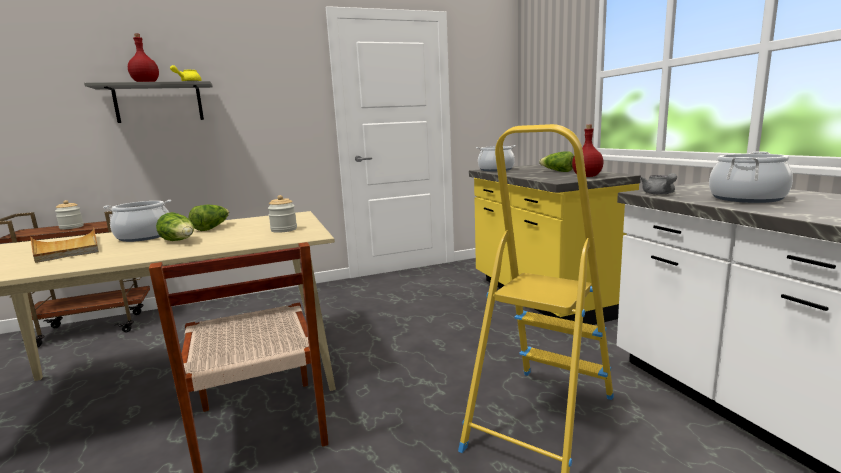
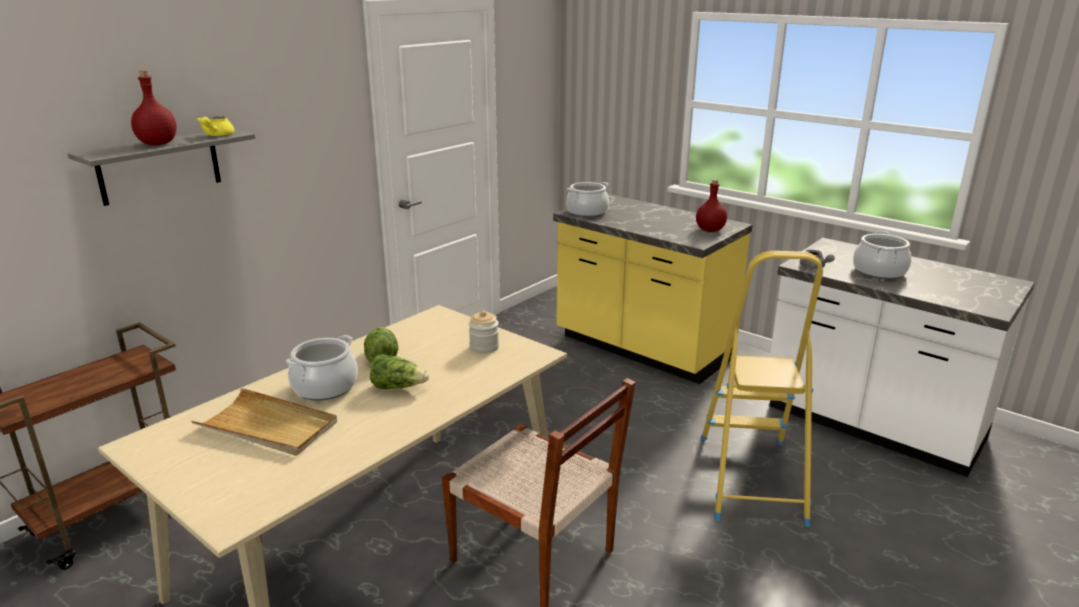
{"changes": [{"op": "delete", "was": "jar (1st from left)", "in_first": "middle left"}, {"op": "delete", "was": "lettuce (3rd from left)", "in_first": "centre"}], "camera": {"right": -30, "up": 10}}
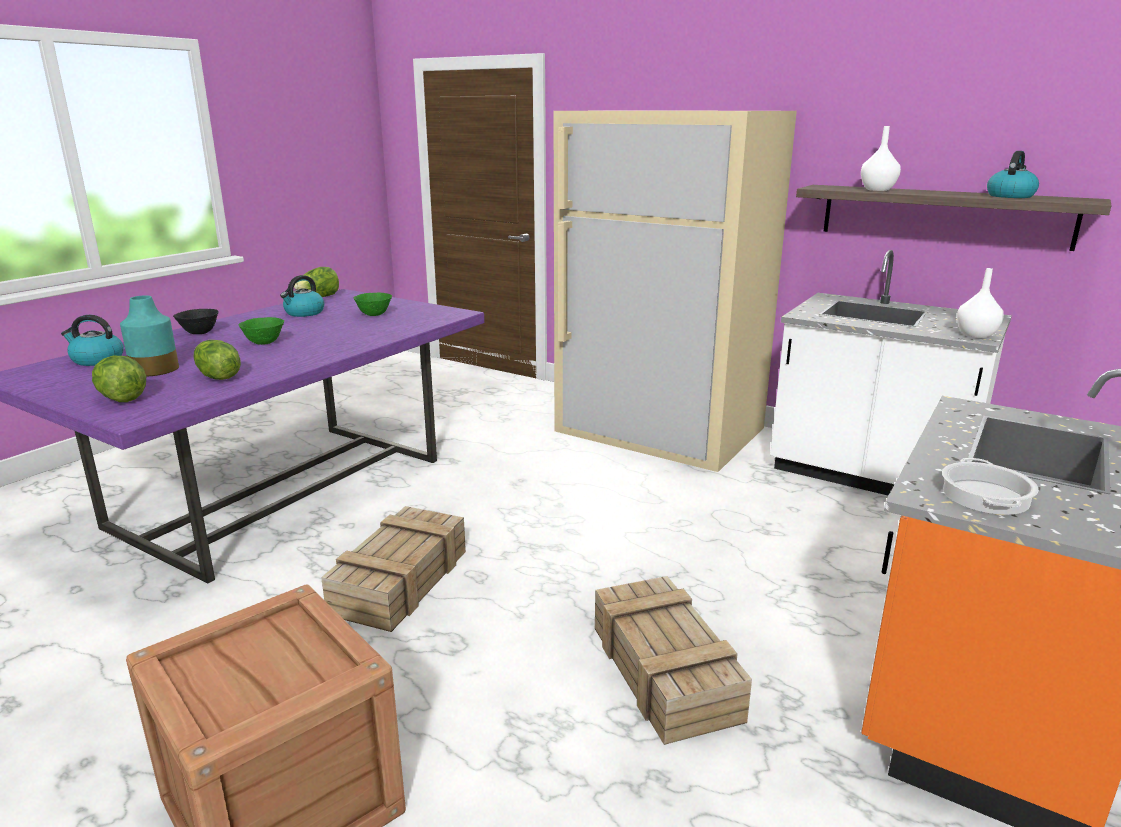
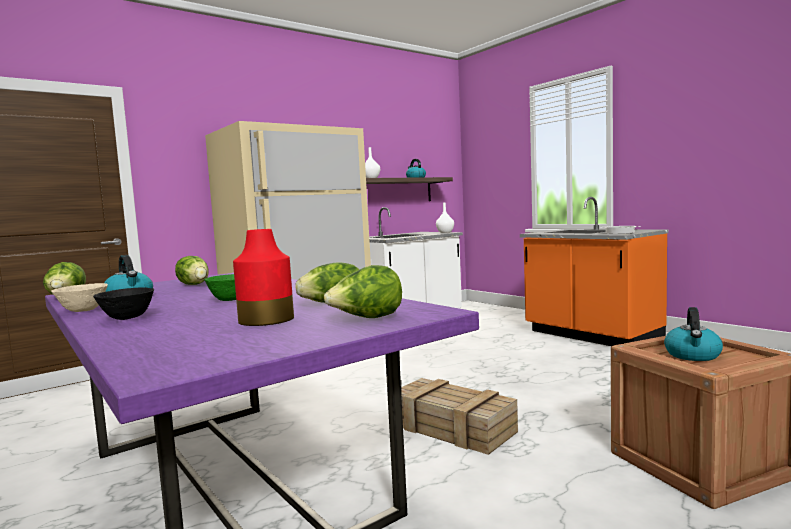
{"changes": [{"op": "delete", "was": "crate (3rd from left)", "in_first": "bottom centre"}, {"op": "insert", "now": "bowl (beige)", "in_second": "middle left"}, {"op": "move", "was": "kettle (1st from left in the first image)", "now": "kettle (3rd from left)", "in_first": "middle left", "in_second": "middle right"}, {"op": "replace", "was": "bowl (green) (2nd from left)", "now": "lettuce (2nd from left)", "in_first": "middle left", "in_second": "middle left"}, {"op": "recolor", "was": "vase (turquoise)", "now": "vase (red)", "in_first": "middle left", "in_second": "middle left"}], "camera": {"right": -70, "up": -15}}
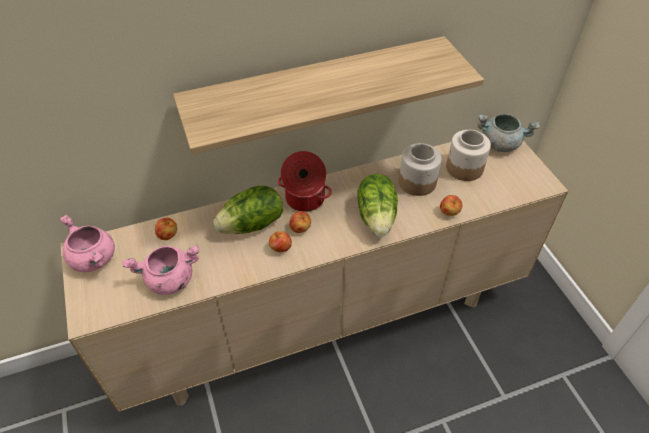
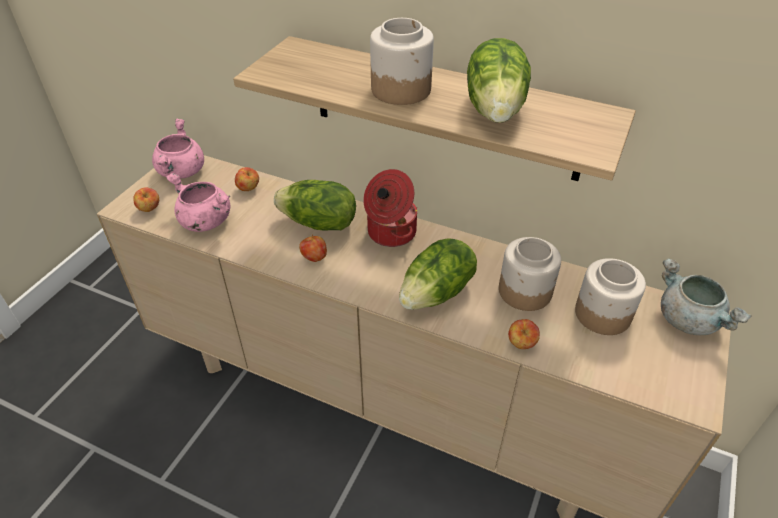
{"changes": [{"op": "insert", "now": "jar (1st from left)", "in_second": "top centre"}, {"op": "insert", "now": "lettuce (3rd from left)", "in_second": "top centre"}, {"op": "move", "was": "apple (3rd from left in the first image)", "now": "apple (1st from left)", "in_first": "centre", "in_second": "middle left"}], "camera": {"right": 45, "up": -5}}
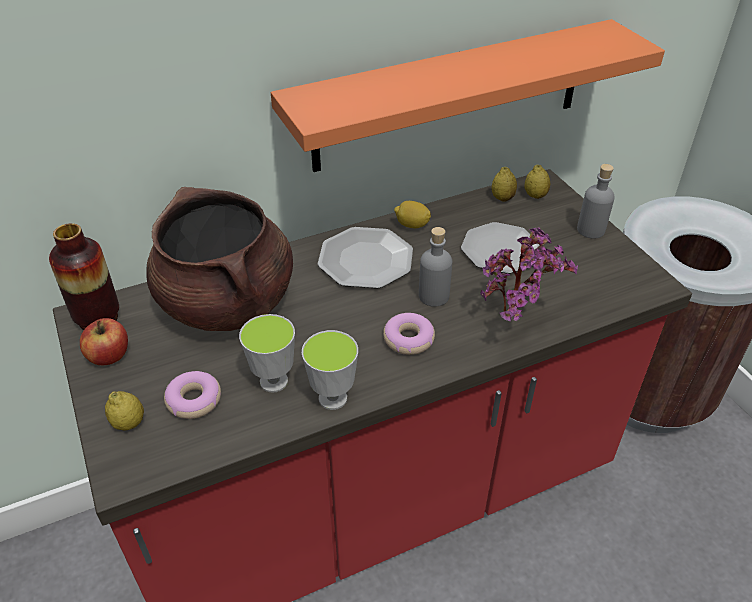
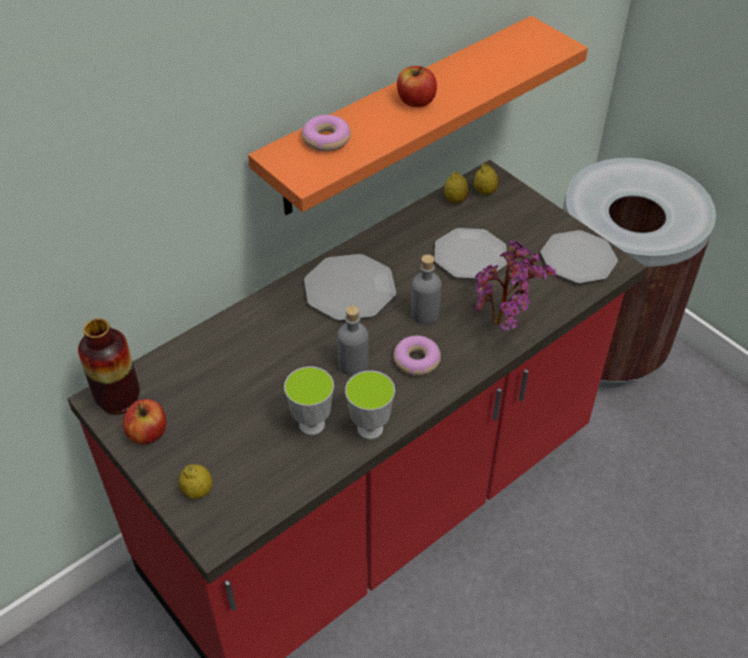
{"changes": [{"op": "delete", "was": "cooking pot (brown)", "in_first": "middle left"}, {"op": "delete", "was": "lemon (2nd from left)", "in_first": "centre"}, {"op": "insert", "now": "apple (2nd from left)", "in_second": "top centre"}, {"op": "insert", "now": "plate (3rd from left)", "in_second": "middle right"}, {"op": "move", "was": "donut (1st from left)", "in_first": "middle left", "in_second": "top centre"}, {"op": "move", "was": "bottle (grey) (2nd from left in the first image)", "now": "bottle (grey) (1st from left)", "in_first": "middle right", "in_second": "centre"}], "camera": {"right": -15, "up": 5}}
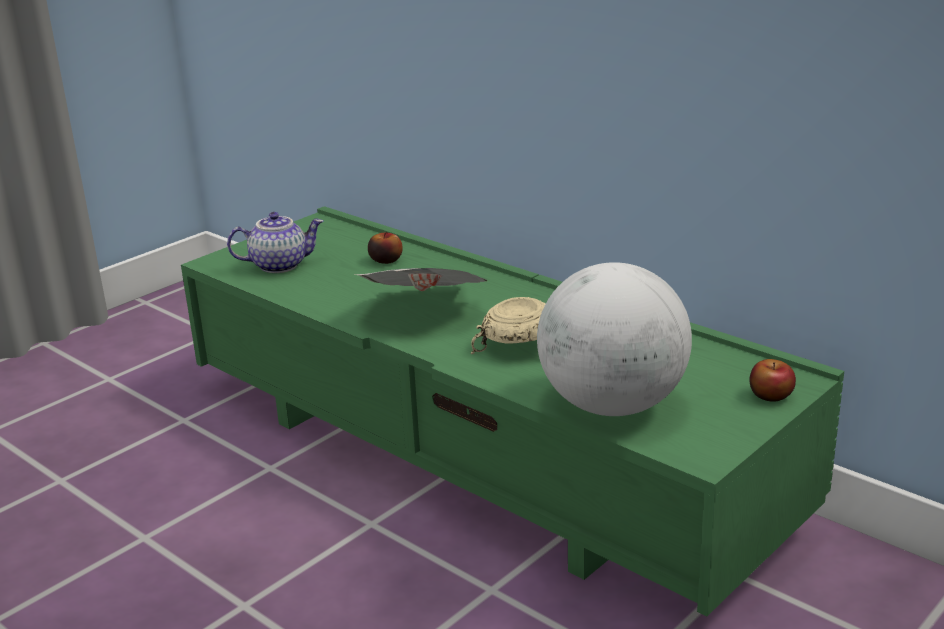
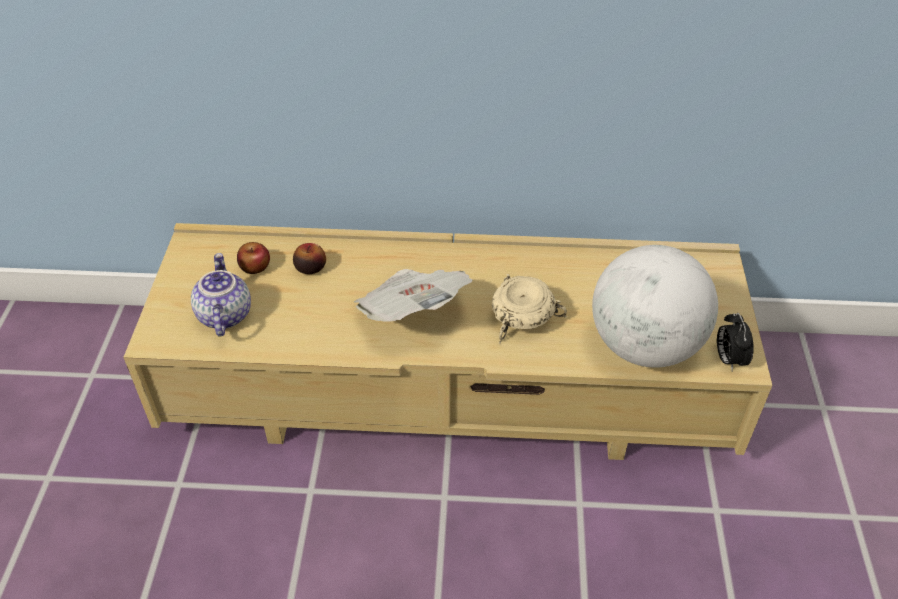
{"changes": [{"op": "insert", "now": "alarm clock", "in_second": "middle right"}, {"op": "move", "was": "apple (2nd from left in the first image)", "now": "apple (1st from left)", "in_first": "middle right", "in_second": "middle left"}, {"op": "recolor", "was": "tv stand (green)", "now": "tv stand (beige)", "in_first": "centre", "in_second": "centre"}, {"op": "rotate", "was": "teapot", "in_first": "middle left", "in_second": "middle left", "clockwise": -45}], "camera": {"right": -40, "up": 20}}
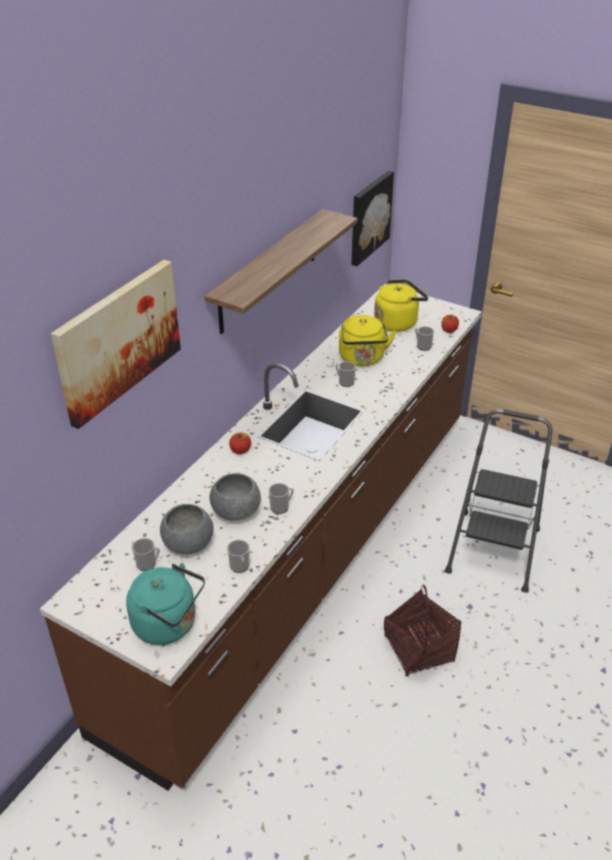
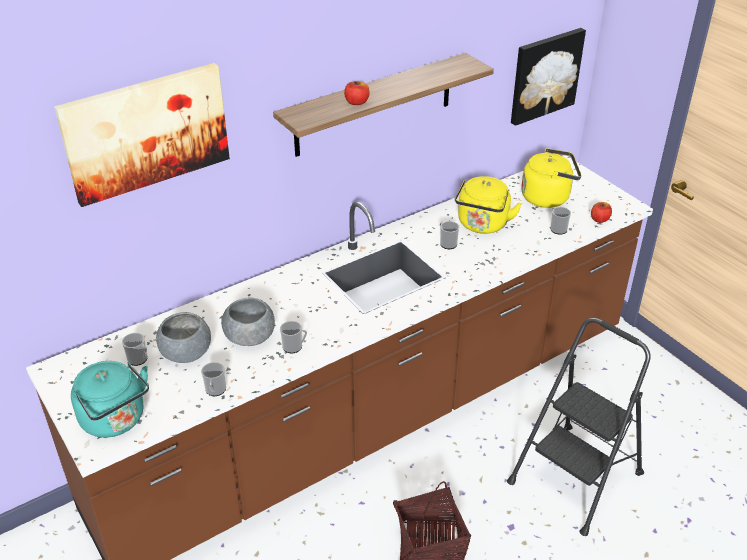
{"changes": [{"op": "move", "was": "apple (1st from left)", "in_first": "centre", "in_second": "top centre"}], "camera": {"right": 25, "up": 0}}
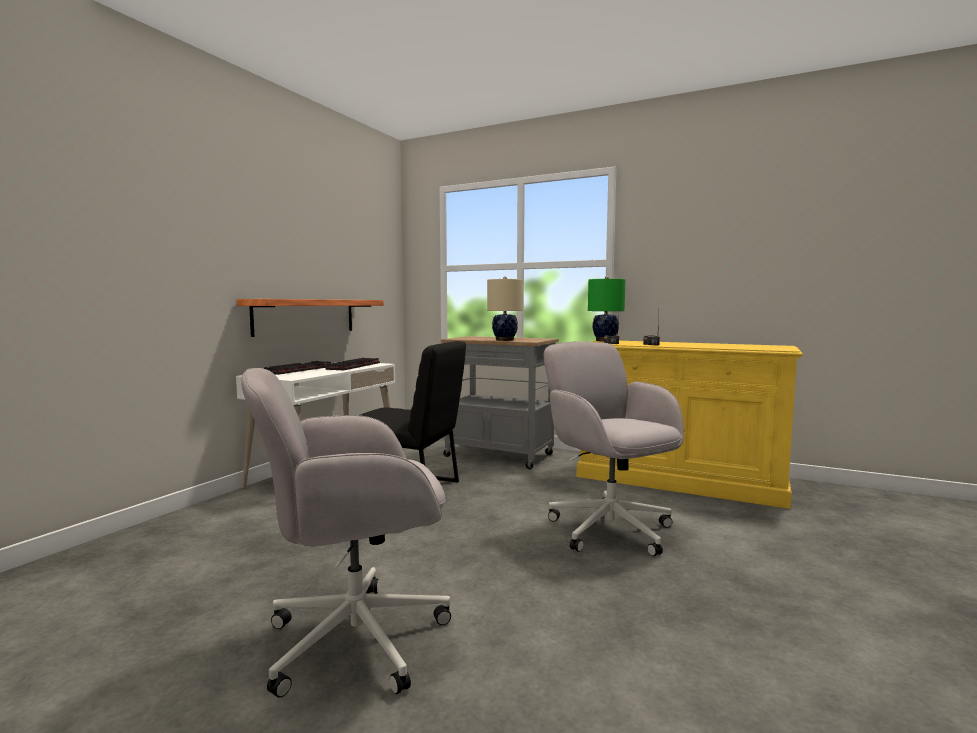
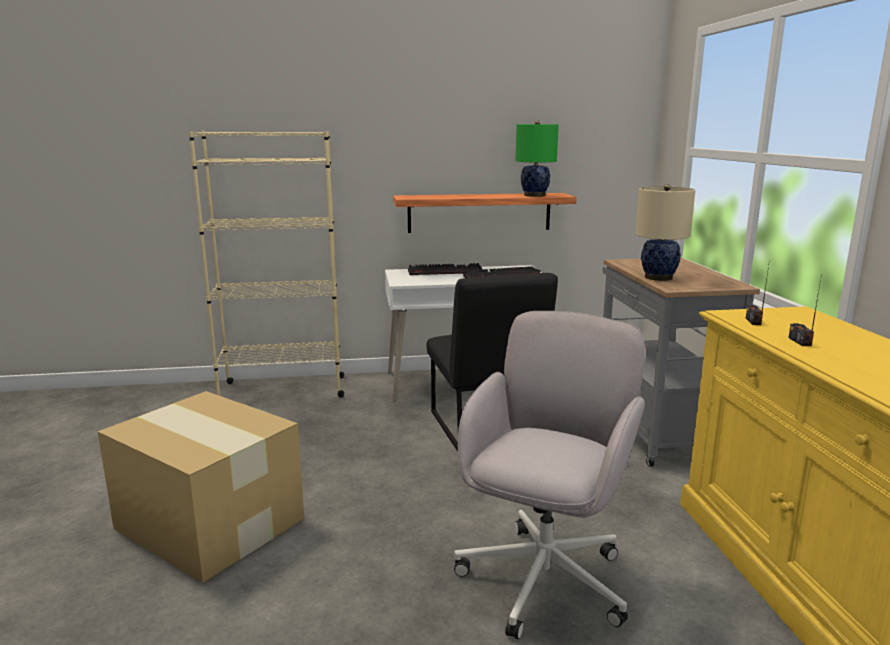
{"changes": [{"op": "insert", "now": "bookcase (beige)", "in_second": "middle left"}, {"op": "move", "was": "table lamp (green)", "in_first": "centre", "in_second": "top centre"}, {"op": "replace", "was": "office chair (grey) (1st from left)", "now": "cardboard box", "in_first": "bottom centre", "in_second": "bottom left"}], "camera": {"right": 55, "up": 10}}
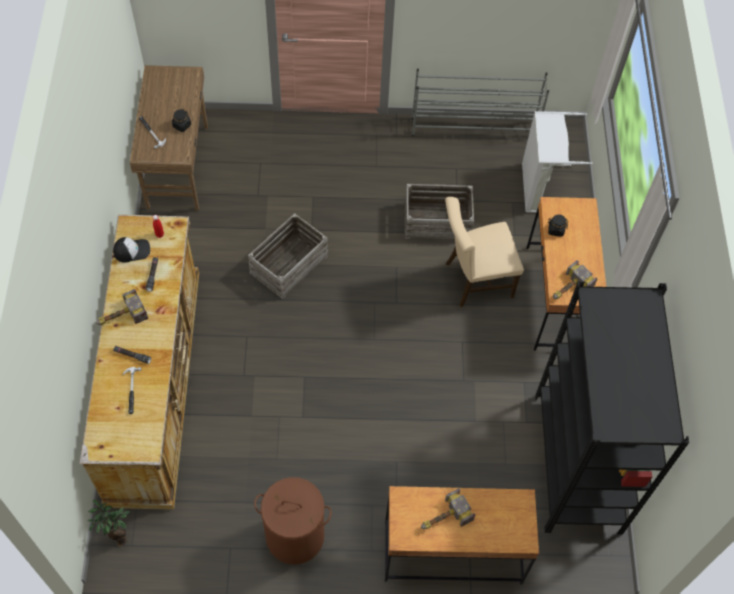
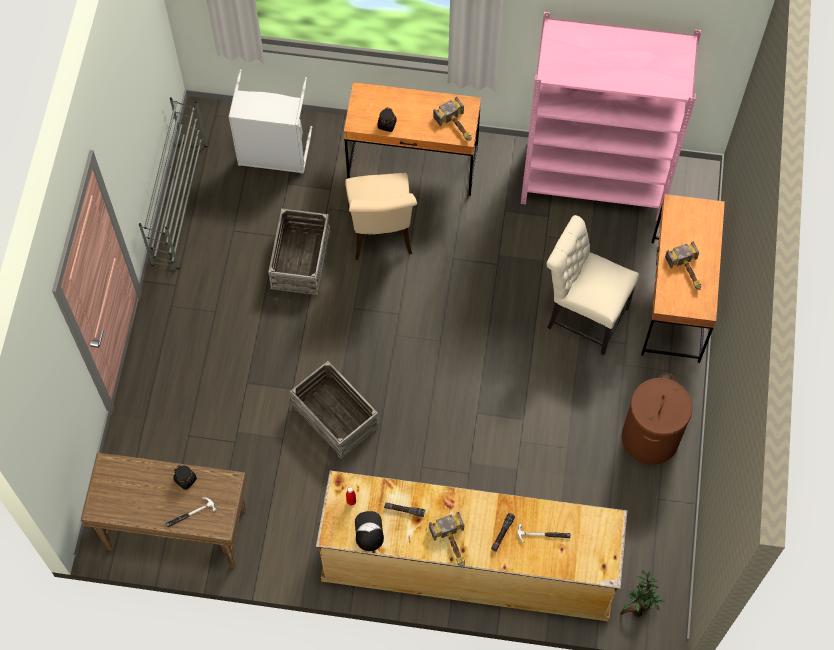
{"changes": [{"op": "insert", "now": "chair (beige) (2nd from left)", "in_second": "middle right"}, {"op": "recolor", "was": "bookcase (black)", "now": "bookcase (pink)", "in_first": "bottom right", "in_second": "top right"}], "camera": {"right": -80, "up": 5}}
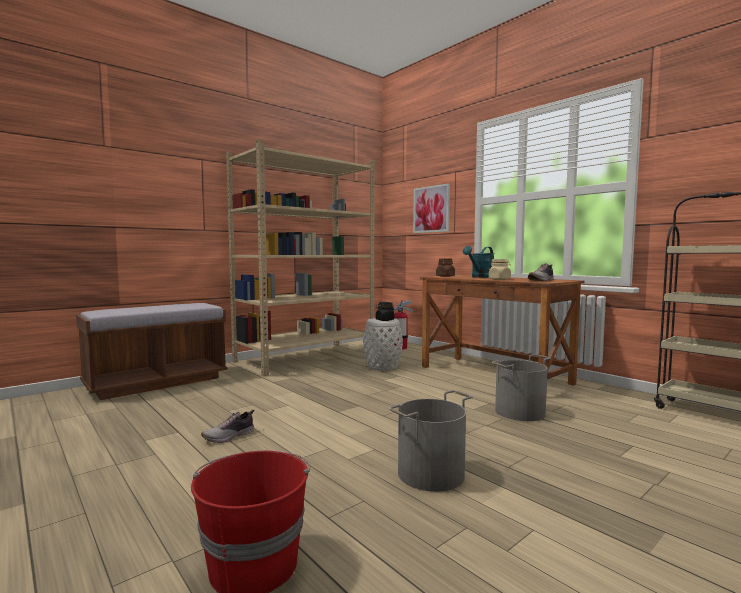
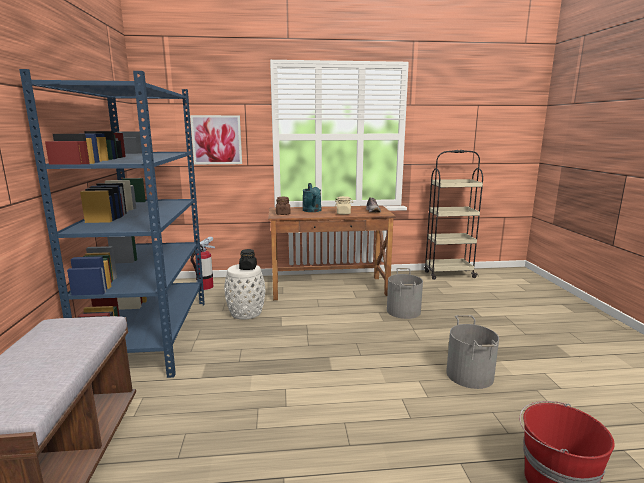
{"changes": [{"op": "delete", "was": "shoe (1st from left)", "in_first": "bottom left"}, {"op": "recolor", "was": "bookcase (beige)", "now": "bookcase (blue)", "in_first": "centre", "in_second": "middle left"}], "camera": {"right": -55, "up": 10}}
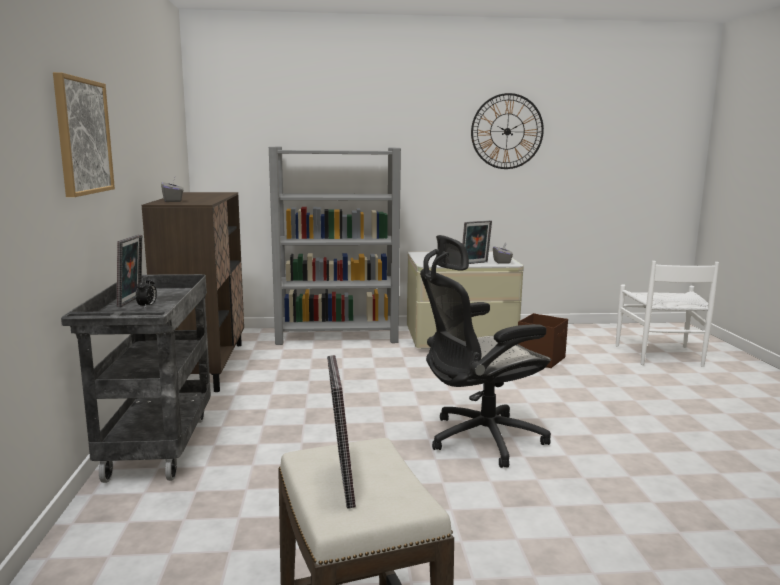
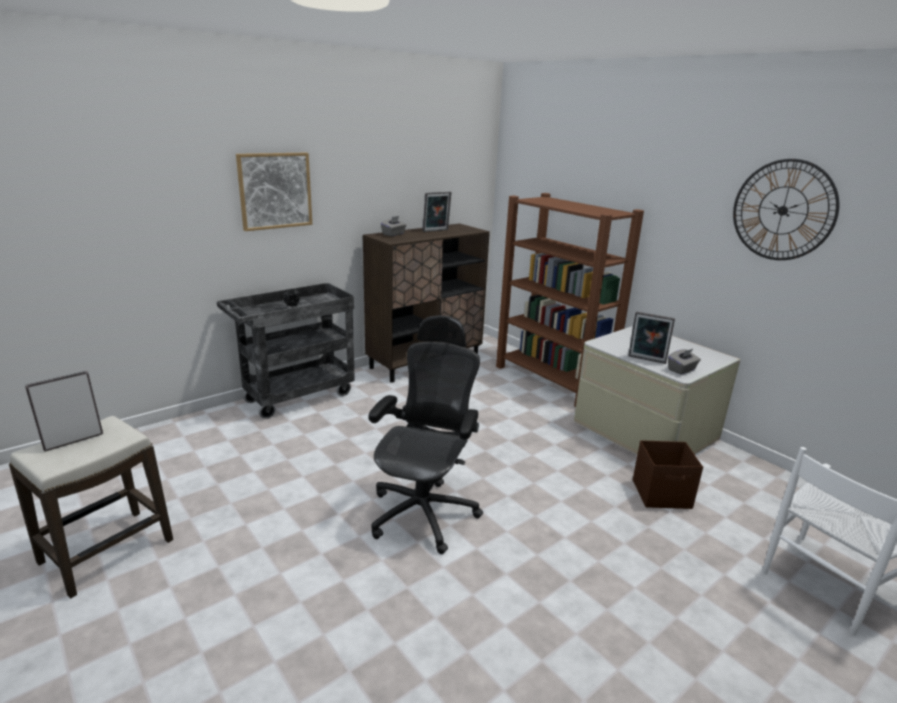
{"changes": [{"op": "move", "was": "picture frame (1st from left in the first image)", "now": "picture frame (2nd from left)", "in_first": "middle left", "in_second": "top centre"}, {"op": "recolor", "was": "bookcase (grey)", "now": "bookcase (brown)", "in_first": "centre", "in_second": "centre"}, {"op": "rotate", "was": "office chair", "in_first": "centre", "in_second": "centre", "clockwise": 75}], "camera": {"right": 55, "up": 10}}
